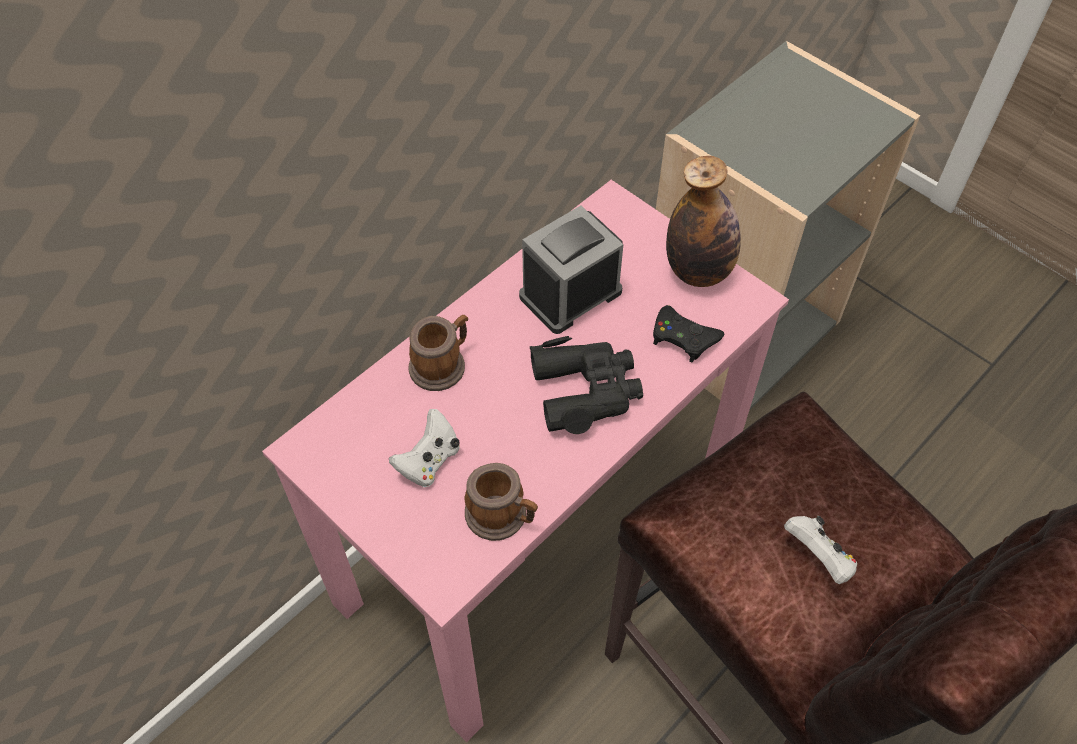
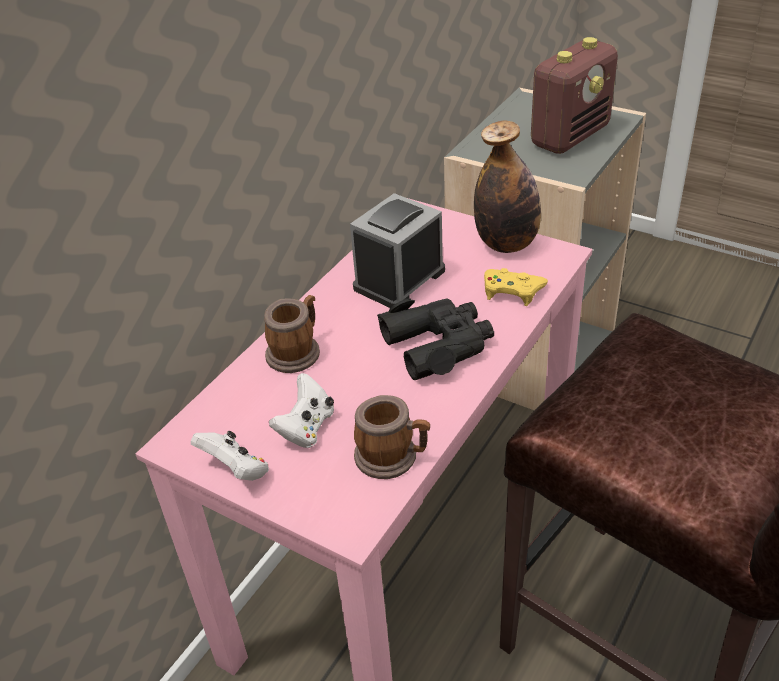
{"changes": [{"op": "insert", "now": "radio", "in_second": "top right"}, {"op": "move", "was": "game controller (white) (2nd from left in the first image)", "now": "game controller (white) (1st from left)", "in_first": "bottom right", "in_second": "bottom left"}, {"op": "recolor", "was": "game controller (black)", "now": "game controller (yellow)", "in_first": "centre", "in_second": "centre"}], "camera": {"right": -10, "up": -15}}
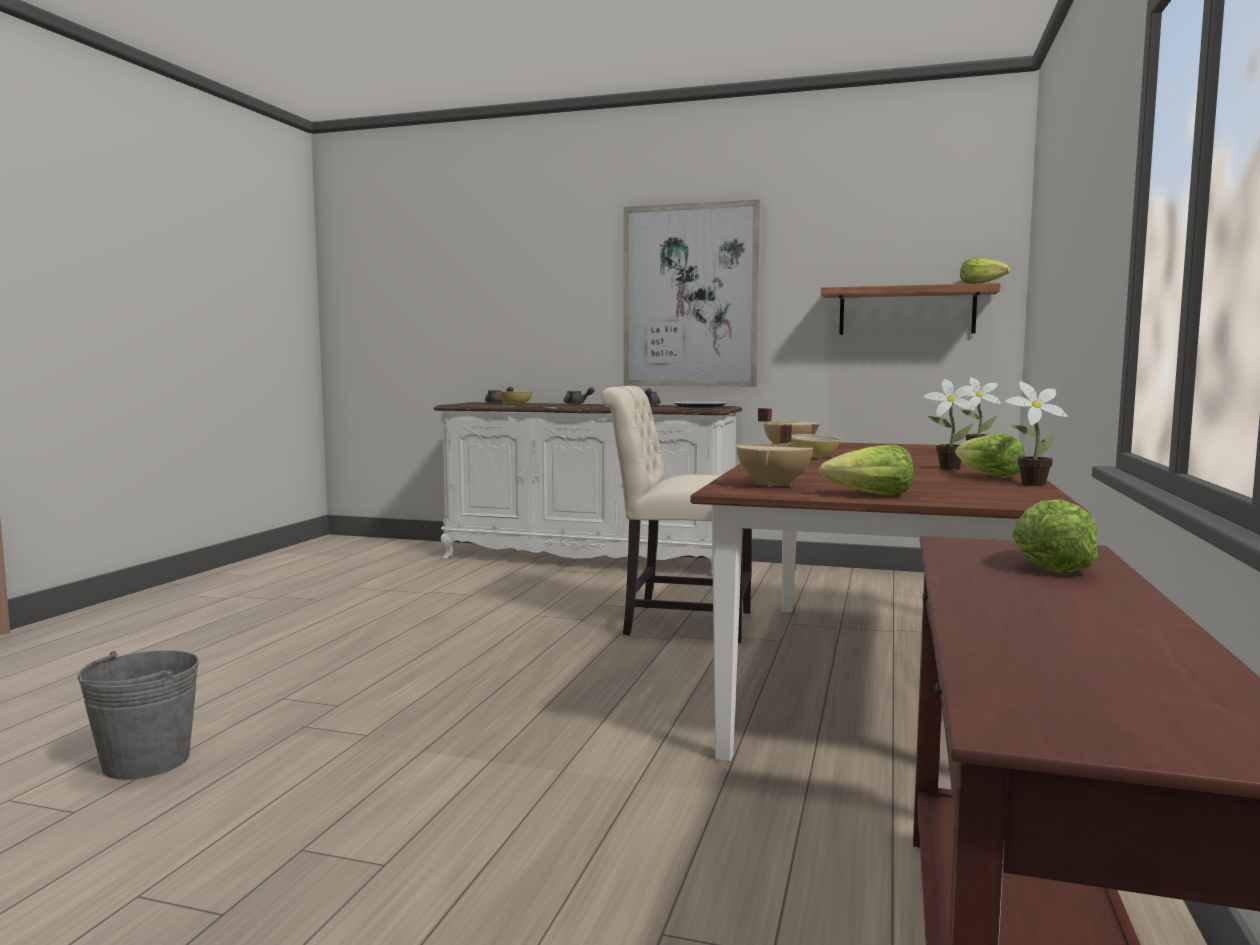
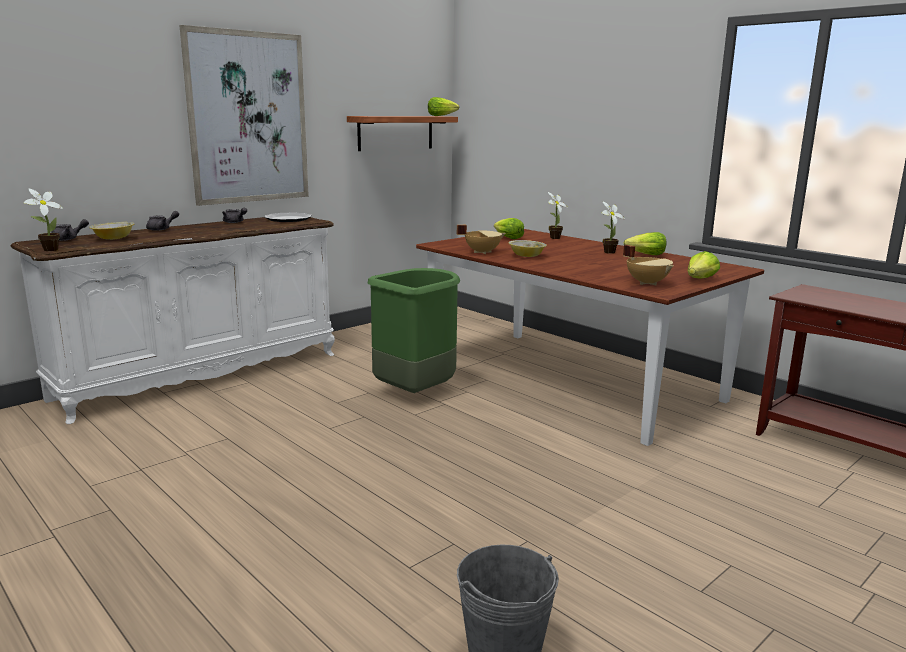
{"changes": [{"op": "move", "was": "potted plant (3rd from left in the first image)", "now": "potted plant (1st from left)", "in_first": "middle right", "in_second": "middle left"}, {"op": "move", "was": "lettuce (4th from left in the first image)", "now": "lettuce (2nd from left)", "in_first": "middle right", "in_second": "centre"}, {"op": "replace", "was": "chair (beige)", "now": "trash can (green)", "in_first": "centre", "in_second": "centre"}], "camera": {"right": -60, "up": 10}}
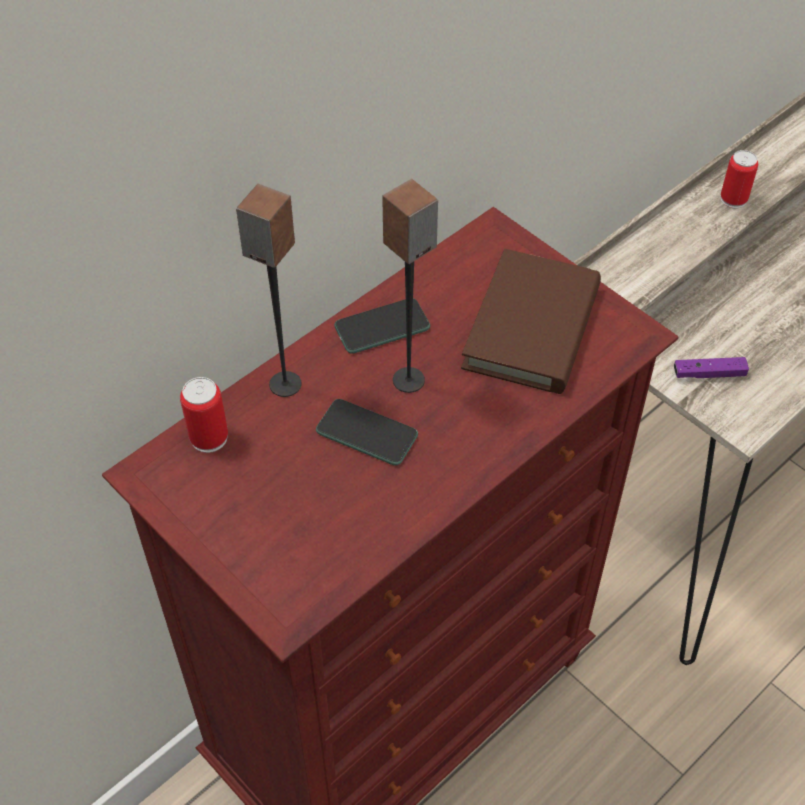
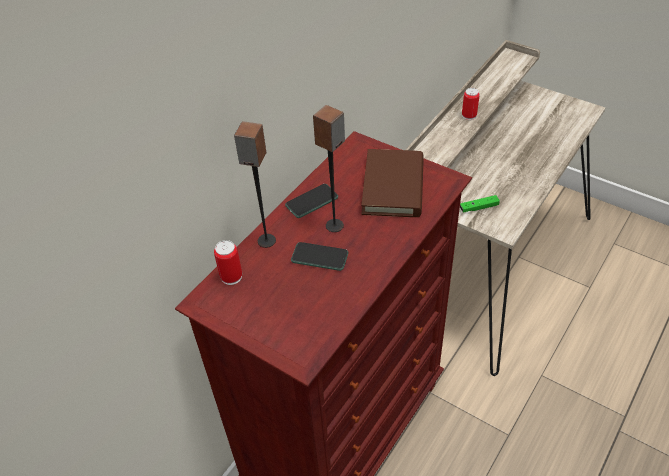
{"changes": [{"op": "recolor", "was": "game controller (purple)", "now": "game controller (green)", "in_first": "middle right", "in_second": "middle right"}], "camera": {"right": -10, "up": -5}}
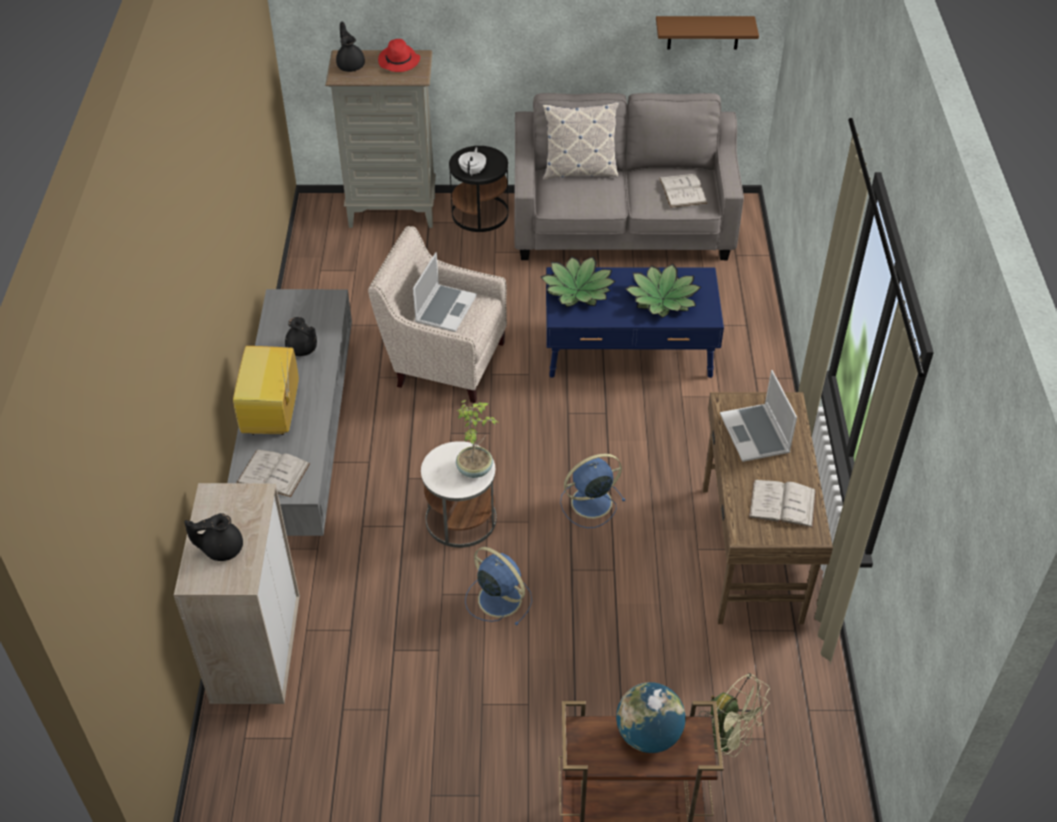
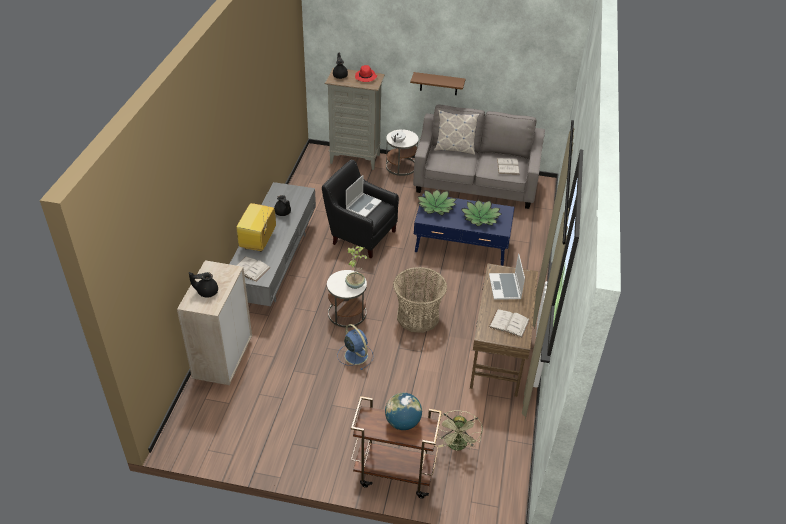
{"changes": [{"op": "move", "was": "shelf (brown)", "in_first": "top right", "in_second": "top centre"}, {"op": "replace", "was": "fan (blue) (2nd from left)", "now": "basket", "in_first": "centre", "in_second": "centre"}, {"op": "recolor", "was": "armchair (beige)", "now": "armchair (black)", "in_first": "centre", "in_second": "centre"}, {"op": "recolor", "was": "side table (black)", "now": "side table (white) (2nd from left)", "in_first": "top centre", "in_second": "top centre"}, {"op": "rotate", "was": "fan (green)", "in_first": "bottom right", "in_second": "bottom centre", "clockwise": 45}], "camera": {"right": 10, "up": -5}}
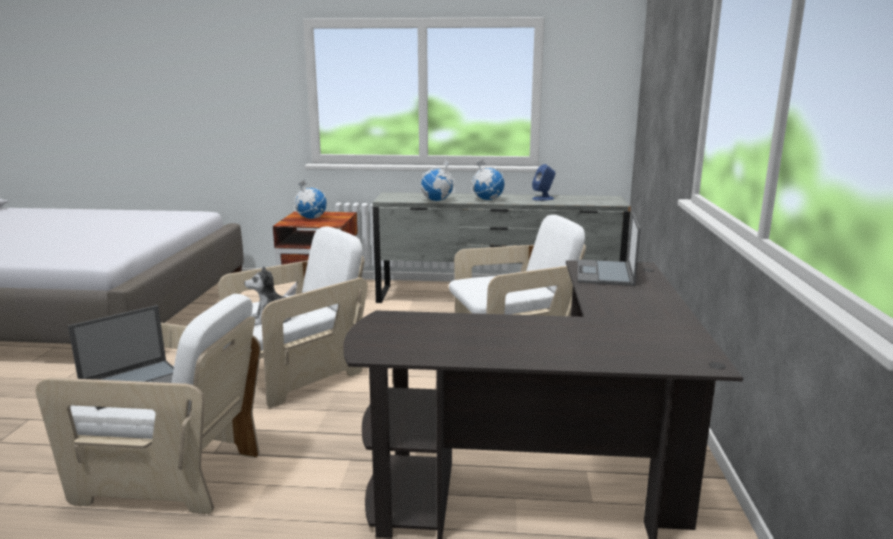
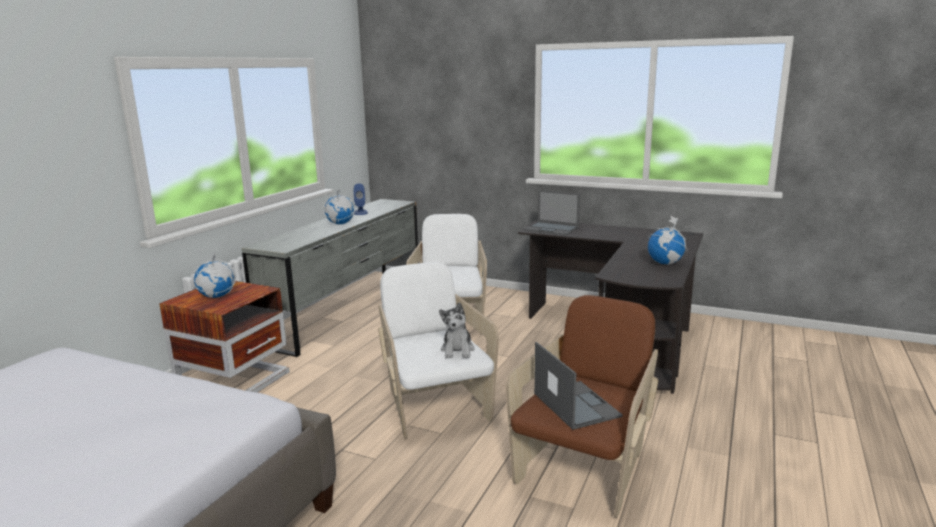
{"changes": [{"op": "move", "was": "globe (2nd from left in the first image)", "now": "globe (3rd from left)", "in_first": "centre", "in_second": "middle right"}, {"op": "recolor", "was": "armchair (white) (1st from left)", "now": "armchair (brown)", "in_first": "bottom left", "in_second": "bottom centre"}], "camera": {"right": -70, "up": 0}}
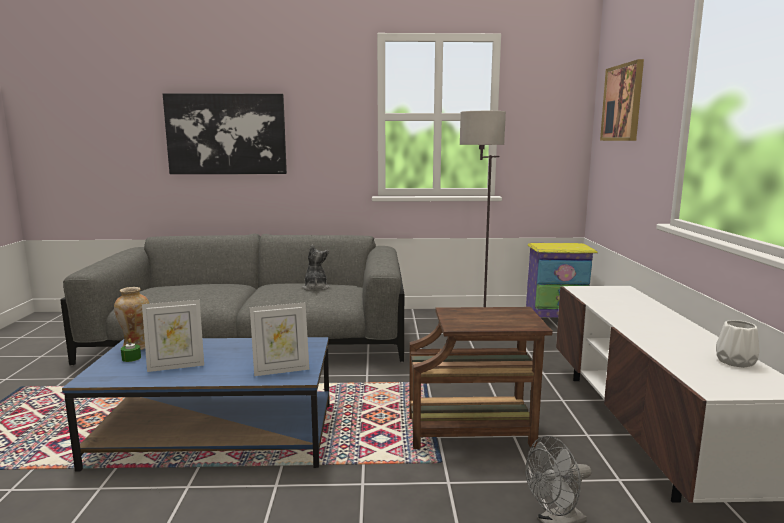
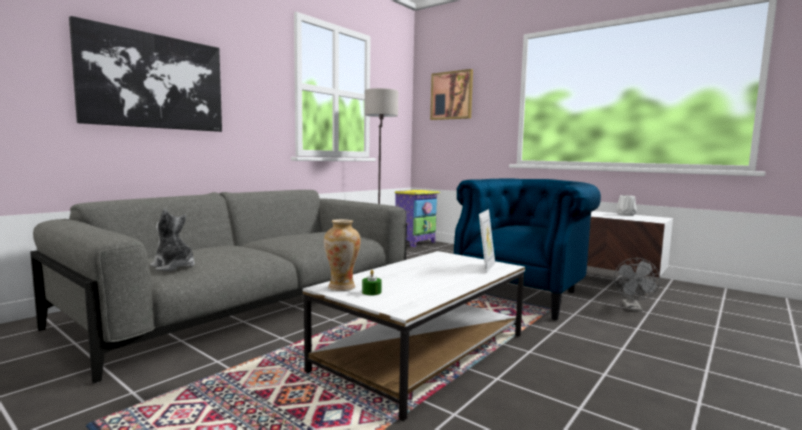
{"changes": [{"op": "delete", "was": "picture frame (1st from left)", "in_first": "middle left"}, {"op": "move", "was": "plush toy", "in_first": "centre", "in_second": "middle left"}, {"op": "replace", "was": "side table (brown)", "now": "armchair (blue)", "in_first": "bottom centre", "in_second": "centre"}, {"op": "recolor", "was": "coffee table (blue)", "now": "coffee table (white)", "in_first": "bottom left", "in_second": "bottom centre"}], "camera": {"right": -50, "up": -5}}
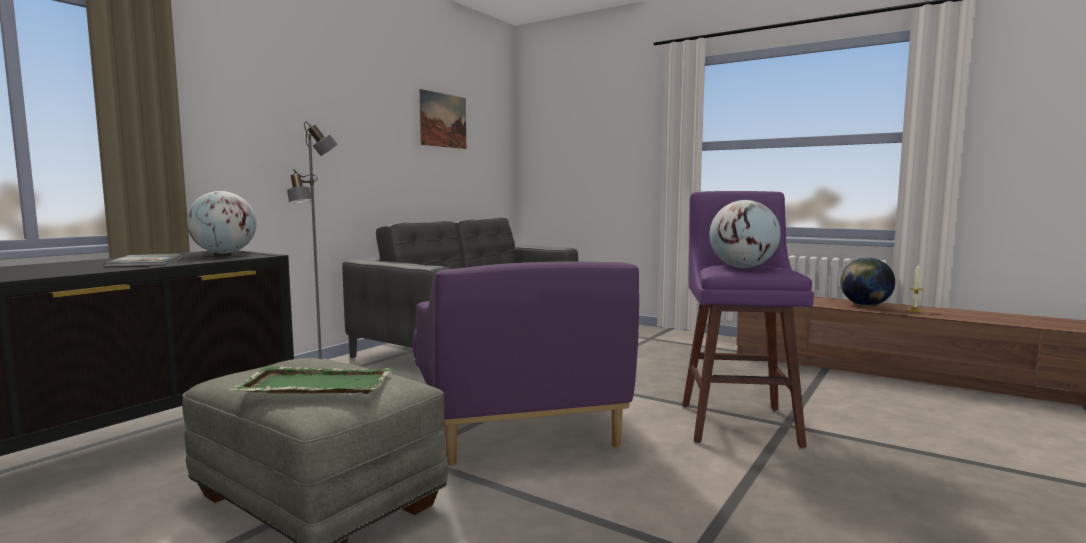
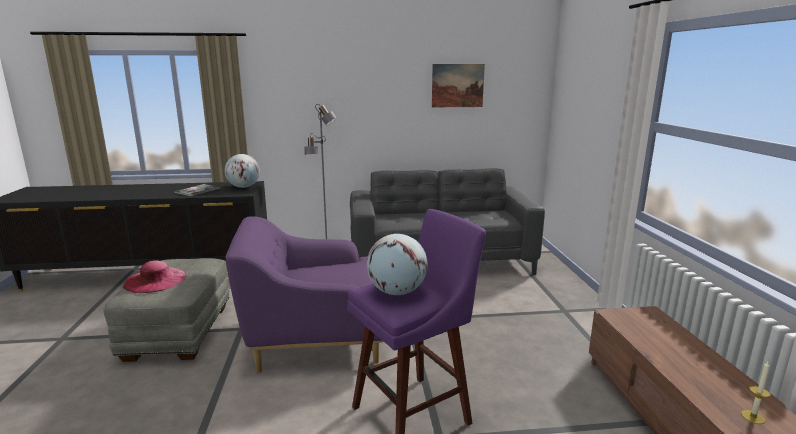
{"changes": [{"op": "delete", "was": "globe (3rd from left)", "in_first": "middle right"}, {"op": "replace", "was": "tray (green)", "now": "hat (pink)", "in_first": "bottom left", "in_second": "middle left"}, {"op": "rotate", "was": "armchair (purple)", "in_first": "bottom centre", "in_second": "bottom centre", "clockwise": 45}], "camera": {"right": 50, "up": 10}}
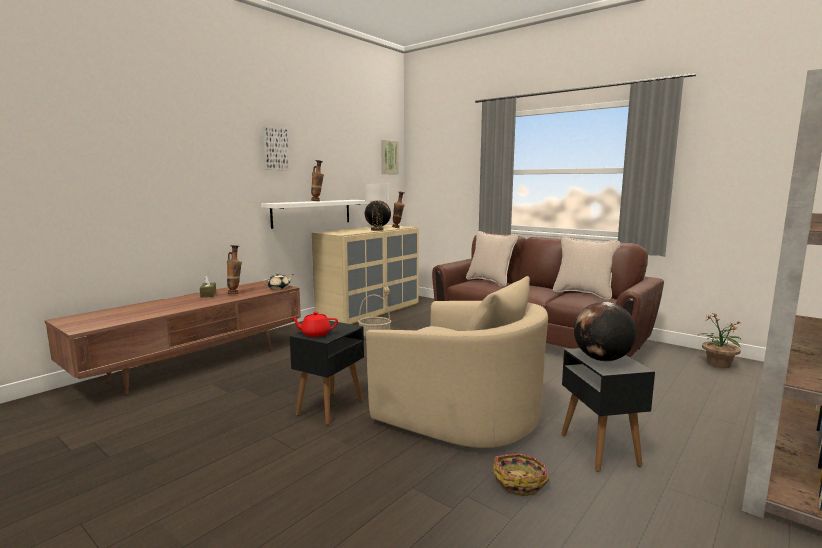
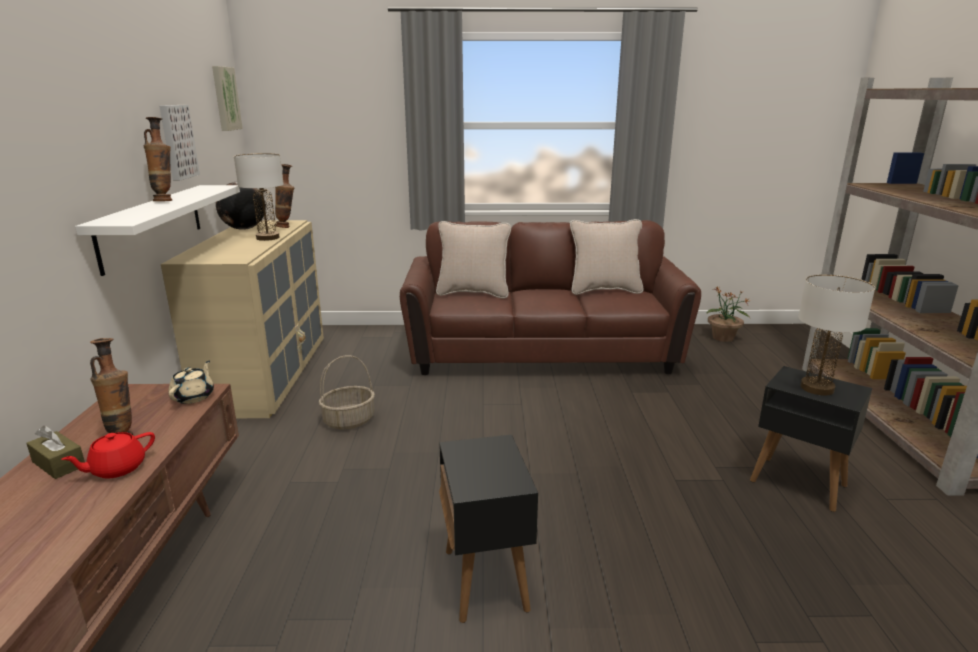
{"changes": [{"op": "delete", "was": "armchair (beige)", "in_first": "centre"}, {"op": "delete", "was": "basket (2nd from left)", "in_first": "bottom centre"}, {"op": "move", "was": "picture (1st from left)", "in_first": "top centre", "in_second": "top left"}, {"op": "move", "was": "teapot (red)", "in_first": "centre", "in_second": "bottom left"}, {"op": "replace", "was": "globe (2nd from left)", "now": "table lamp (2nd from left)", "in_first": "middle right", "in_second": "middle right"}], "camera": {"right": -40, "up": 10}}
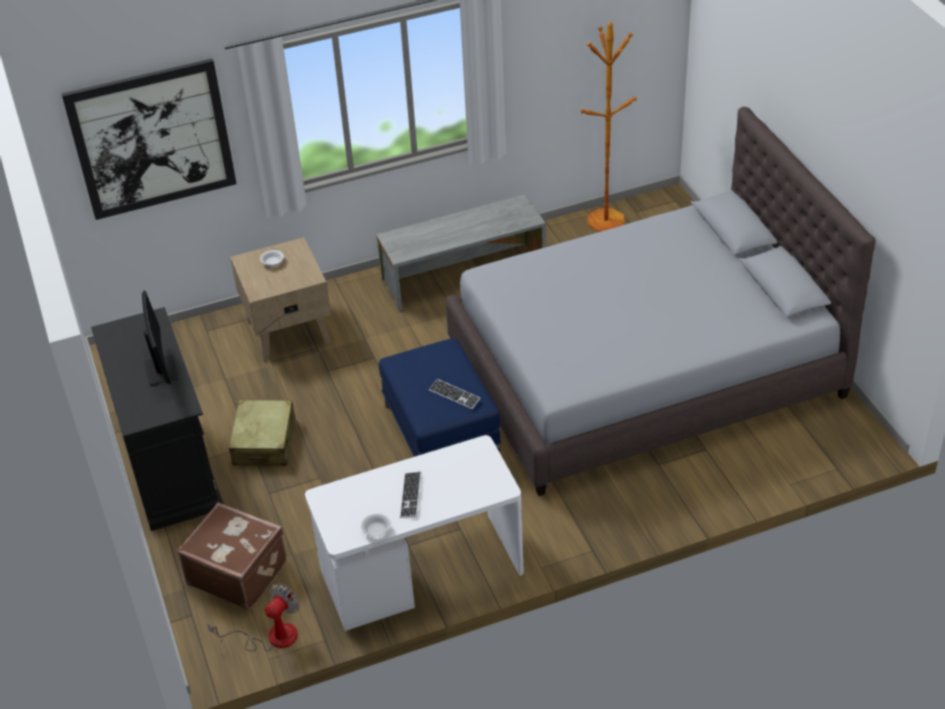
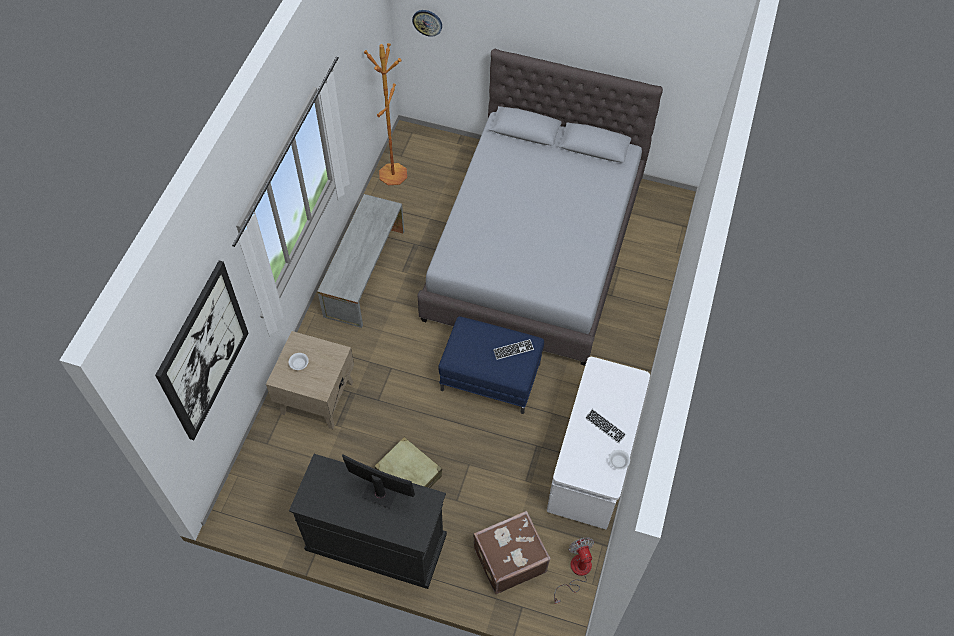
{"changes": [{"op": "insert", "now": "wall clock", "in_second": "top centre"}], "camera": {"right": -55, "up": 15}}
